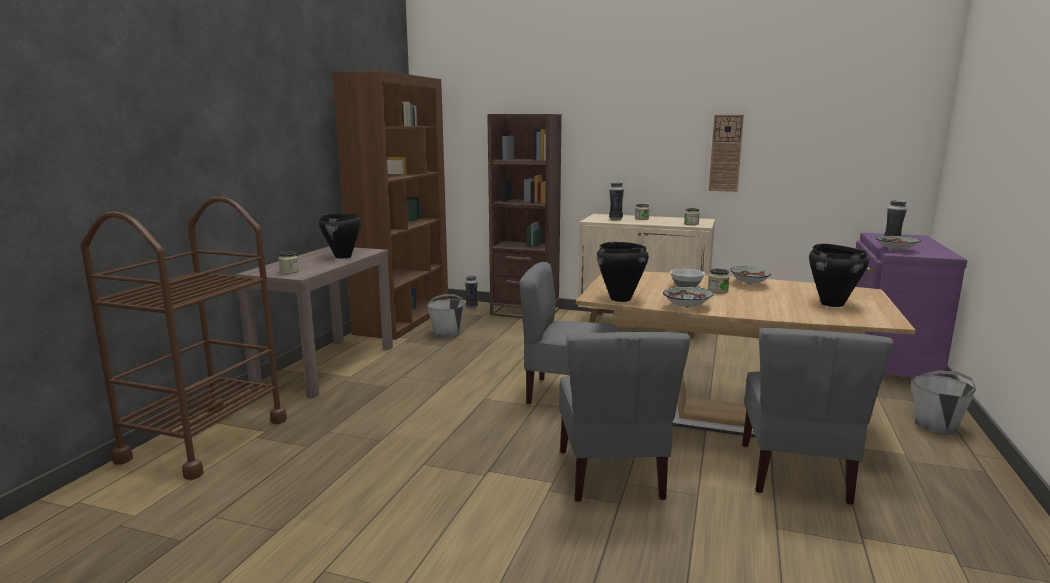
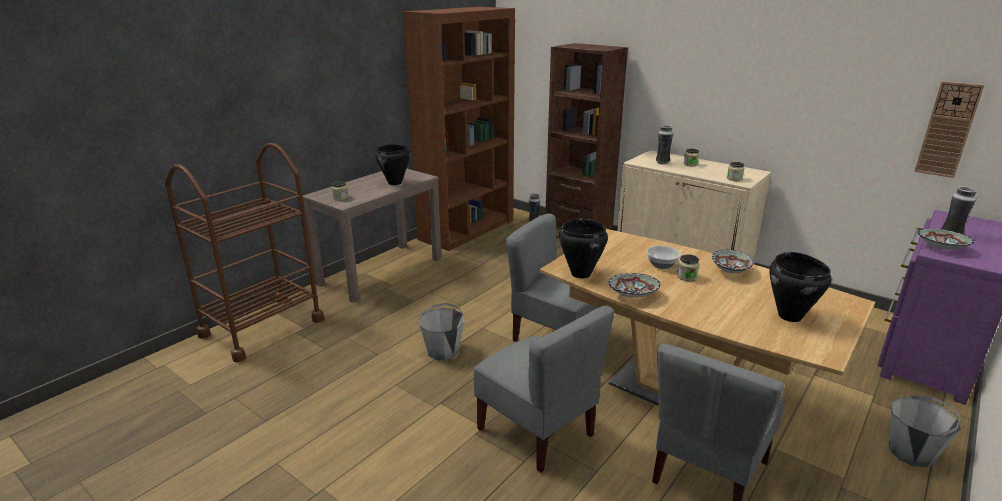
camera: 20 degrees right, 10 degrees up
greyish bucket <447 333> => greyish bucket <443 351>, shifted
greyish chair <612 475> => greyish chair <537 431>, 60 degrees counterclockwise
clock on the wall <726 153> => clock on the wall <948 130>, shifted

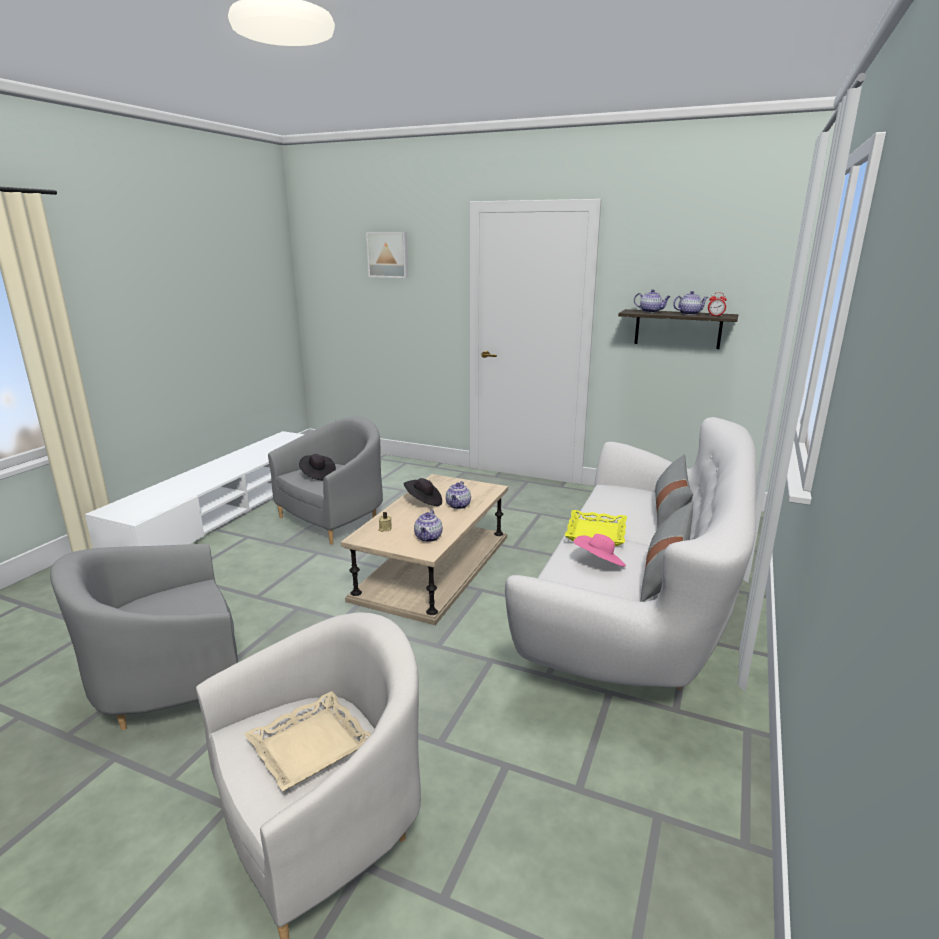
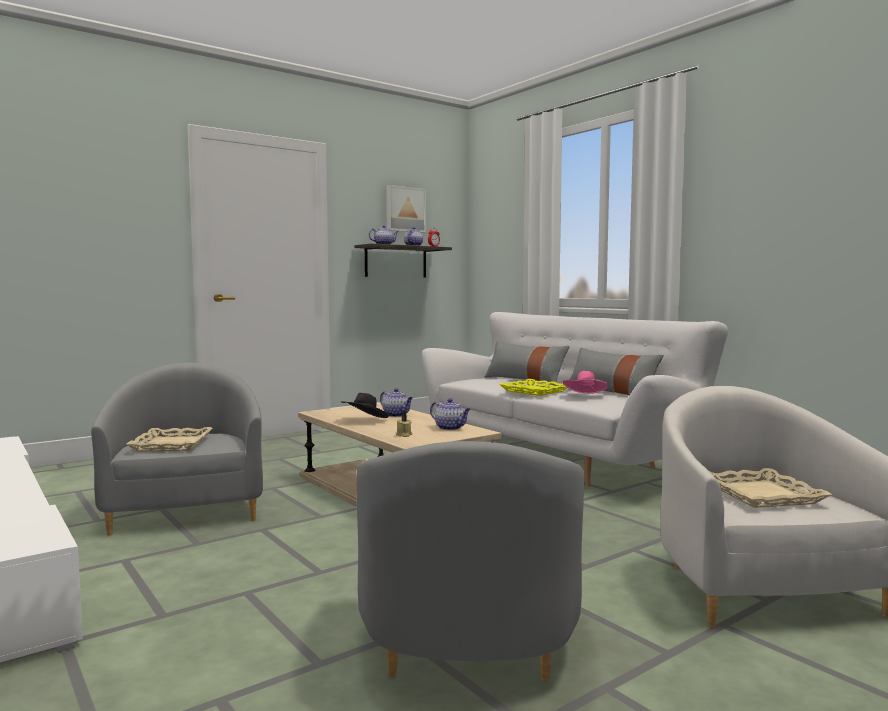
camera: 60 degrees left, 15 degrees down
black wearable hat <317 475> => beige serving tray <172 444>
picture <388 254> => picture <404 209>, shifted

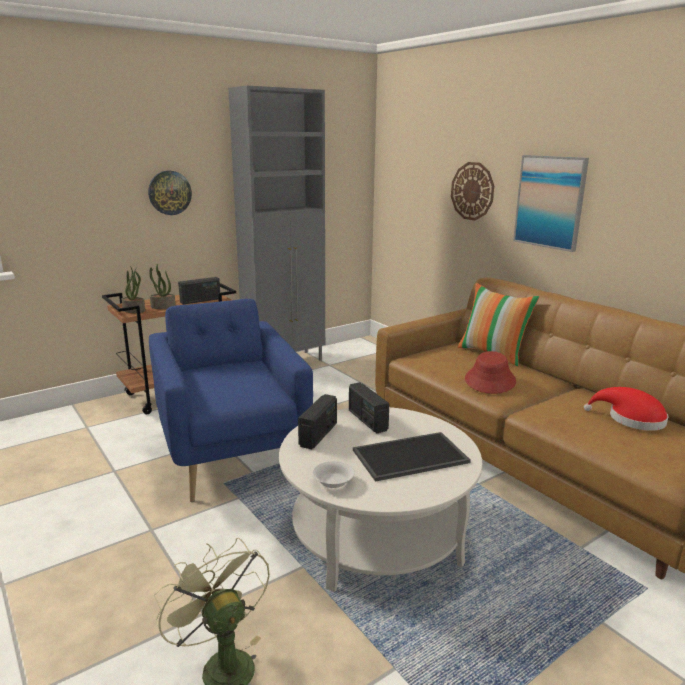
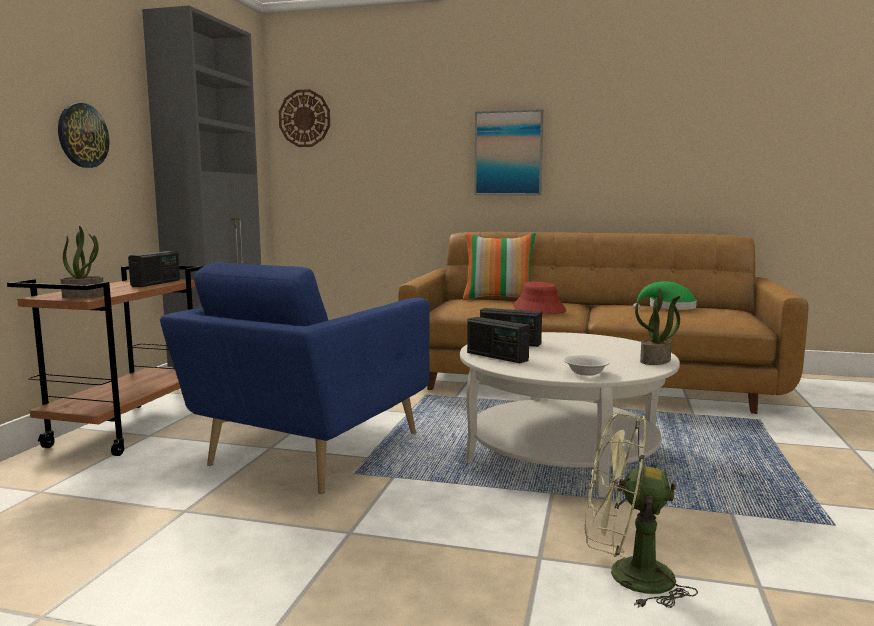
camera: 40 degrees left, 10 degrees down
blue-coloured armchair <232 452> => blue-coloured armchair <310 451>, 90 degrees counterclockwise
plant in a pot <162 307> => plant in a pot <655 361>, shifted
radio <319 434> => radio <496 357>, 150 degrees clockwise
serving tray <410 457> => nothing
clock on the wall <472 191> => clock on the wall <304 118>, shifted
red-coloured wearable hat <631 419> => green wearable hat <668 308>

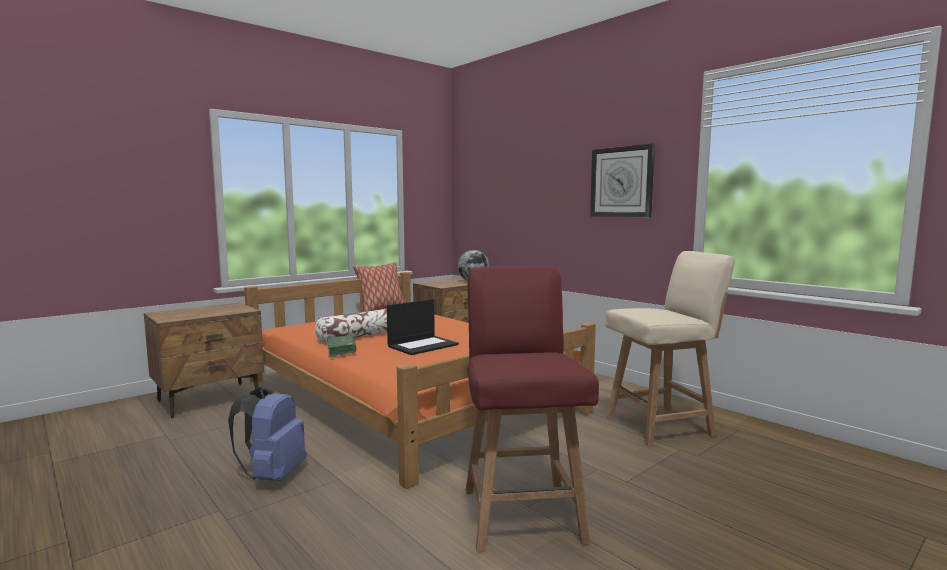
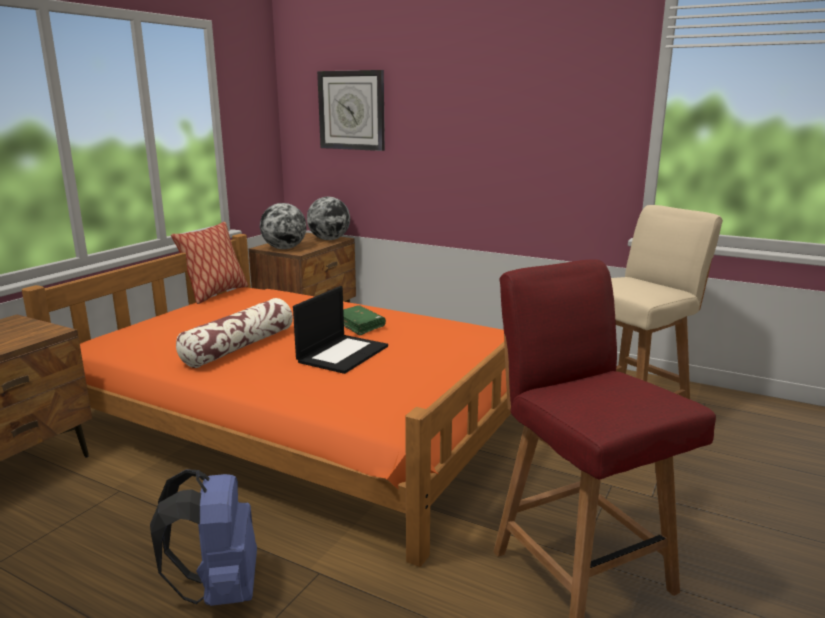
camera: 20 degrees left, 10 degrees up
green volume <341 351> => green volume <360 326>, shifted
clock on the wall <621 182> => clock on the wall <352 110>, shifted
nothing => world globe <284 248>

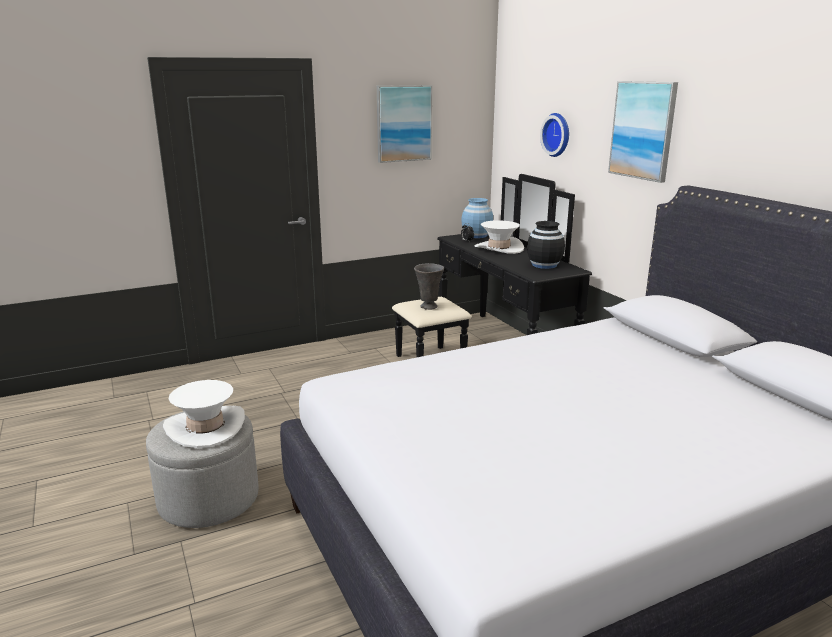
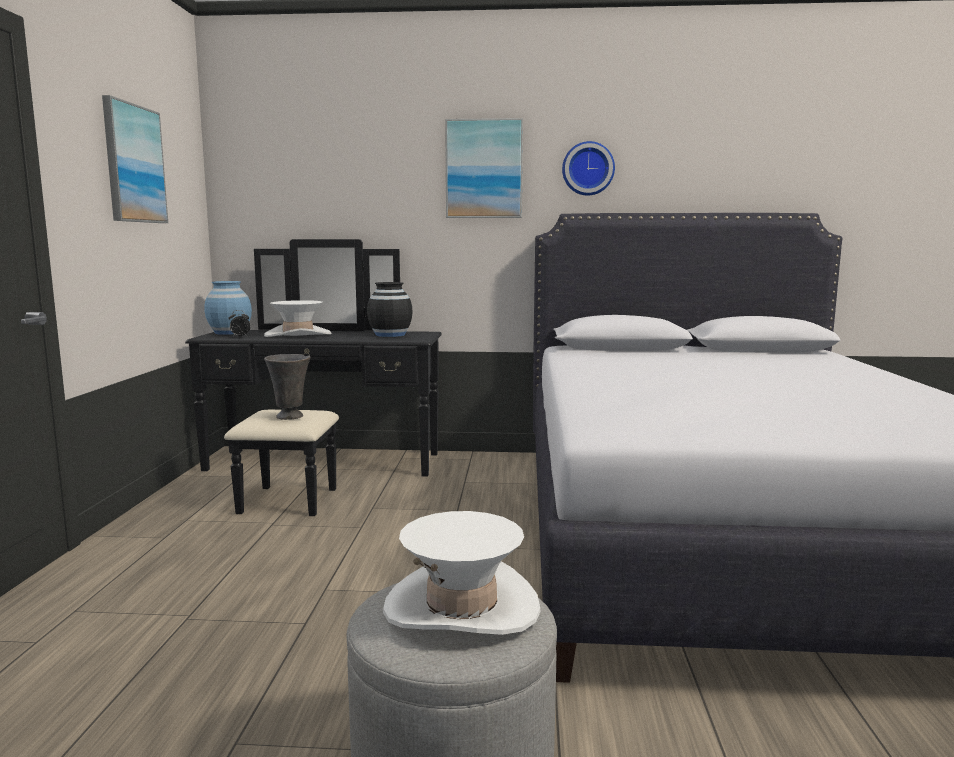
camera: 60 degrees left, 10 degrees down
clock on the wall <558 134> => clock on the wall <588 169>, shifted

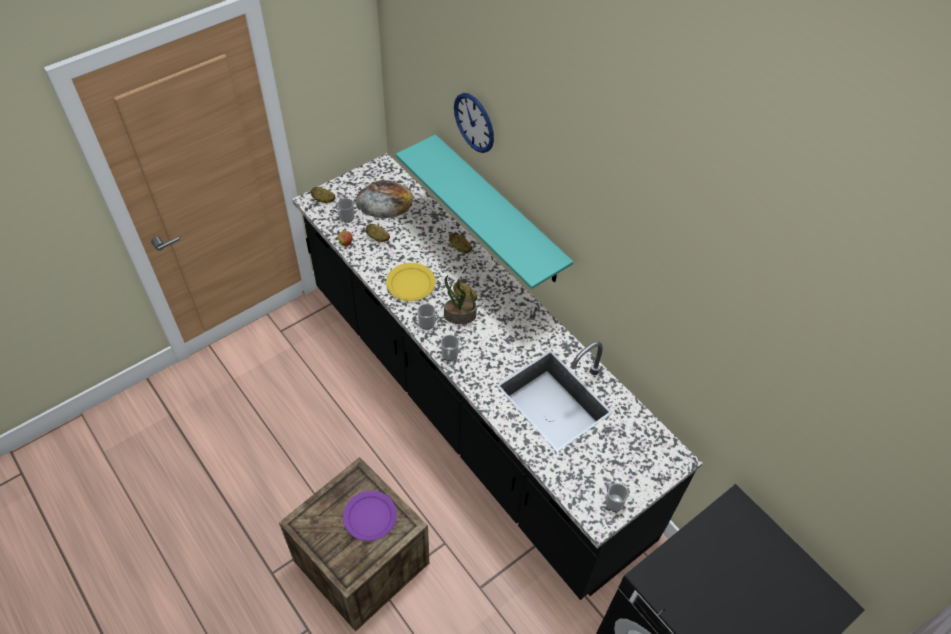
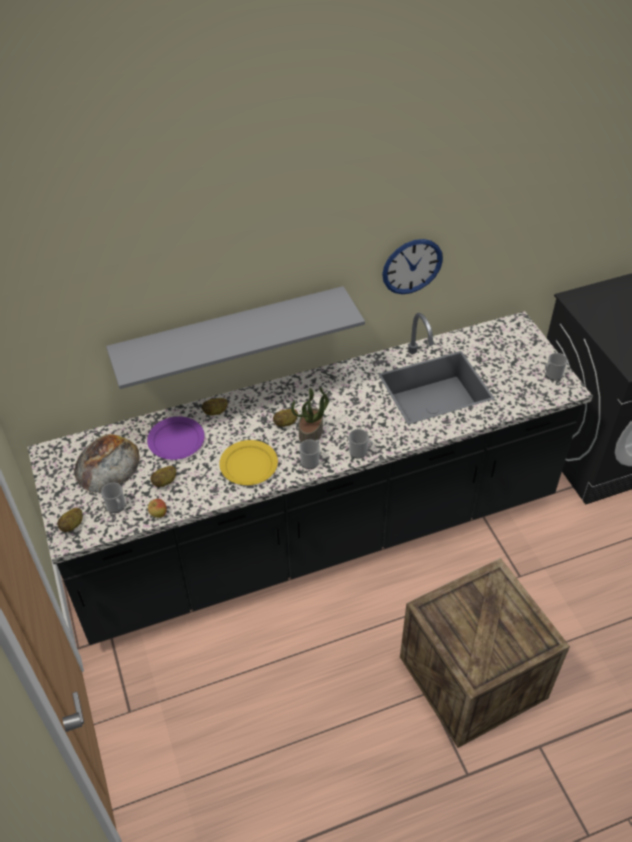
camera: 70 degrees left, 5 degrees down
purple-coloured flat dish <369 516> => purple-coloured flat dish <176 440>, shifted
turquoise bracket shelf <499 210> => greyish bracket shelf <230 334>
clock on the wall <474 122> => clock on the wall <412 266>, shifted

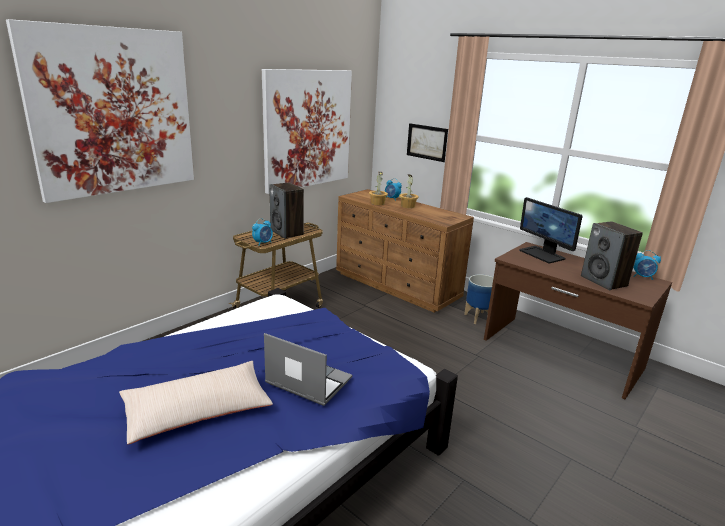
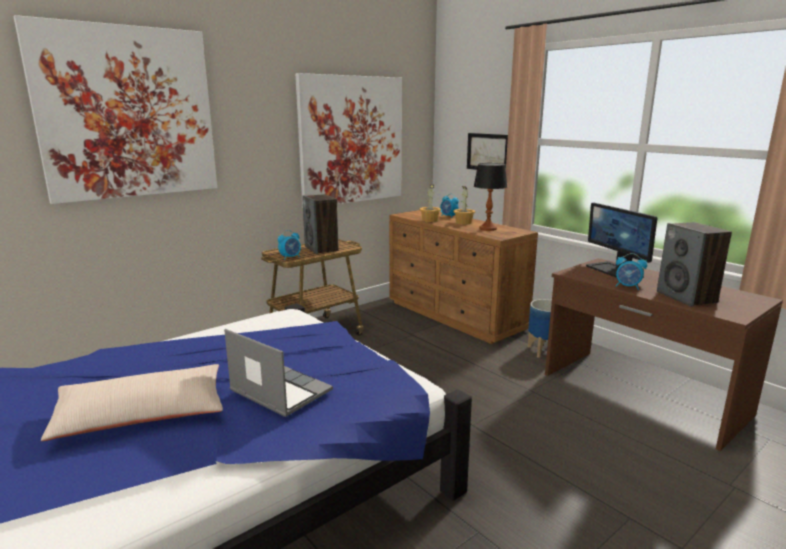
camera: 10 degrees right, 5 degrees down
bedside clock <642 277> => bedside clock <628 287>, shifted
nothing => lamp for a table <488 229>

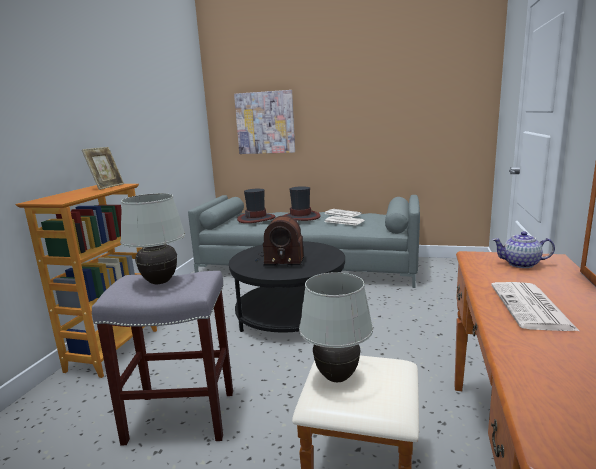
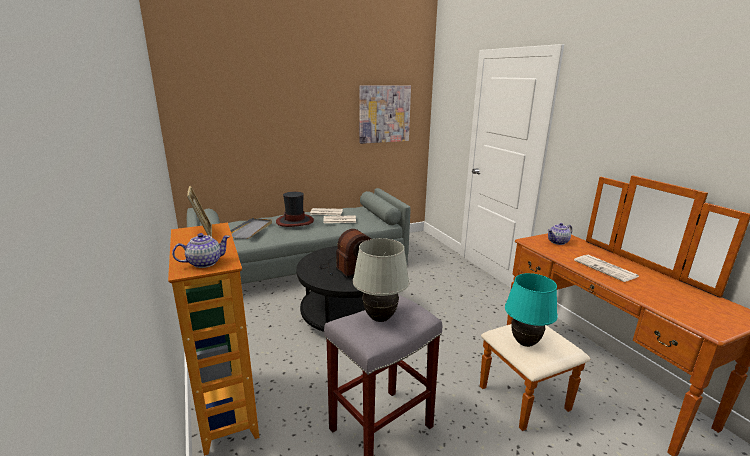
camera: 40 degrees left, 5 degrees up
picture <265 123> => picture <384 114>, shifted
wearable hat <256 218> => greyish serving tray <251 230>
white lamp for a table <336 377> => turquoise lamp for a table <524 343>
nothing => teapot <204 263>

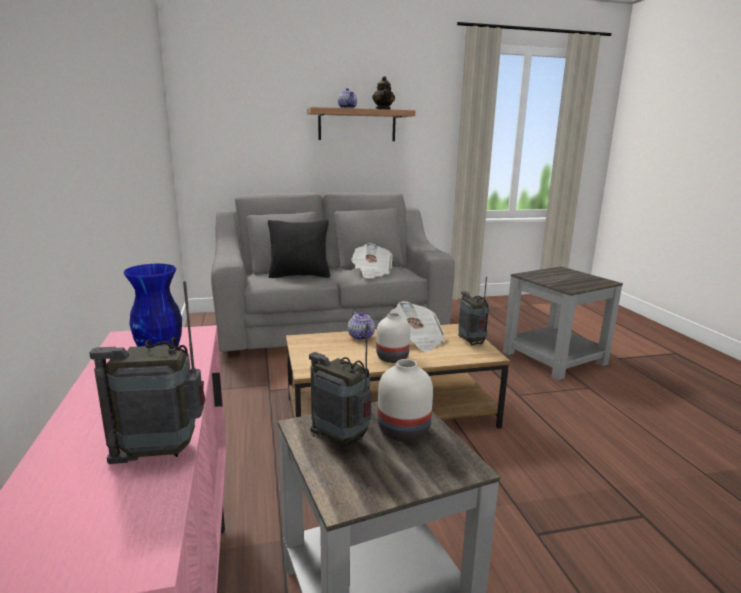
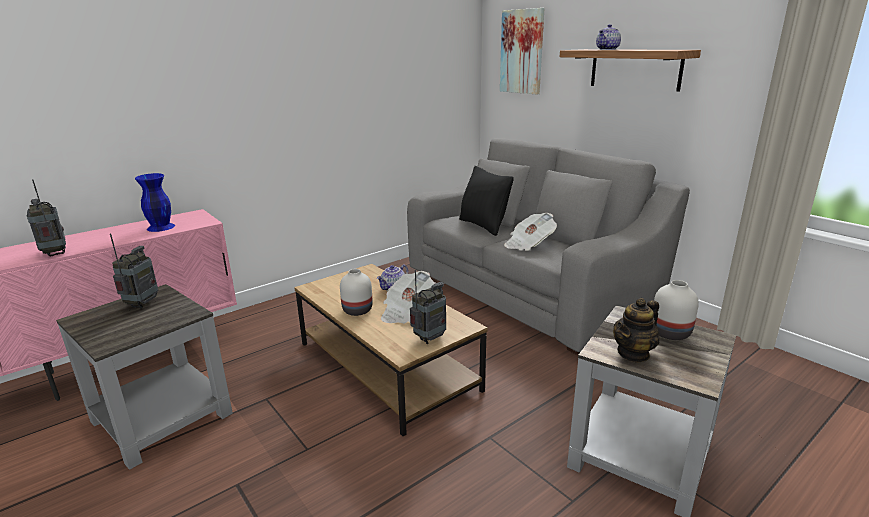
camera: 65 degrees right, 5 degrees up
teapot <383 109> => teapot <633 353>, shifted
white vase <403 430> => white vase <671 332>, shifted
nothing => picture <522 52>

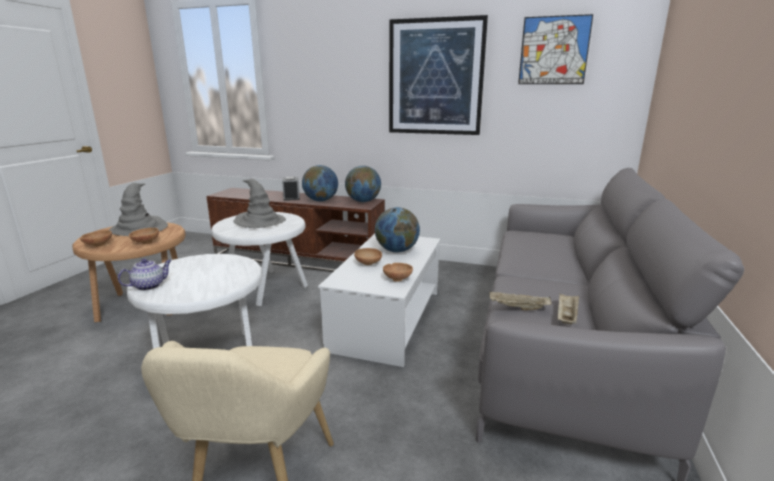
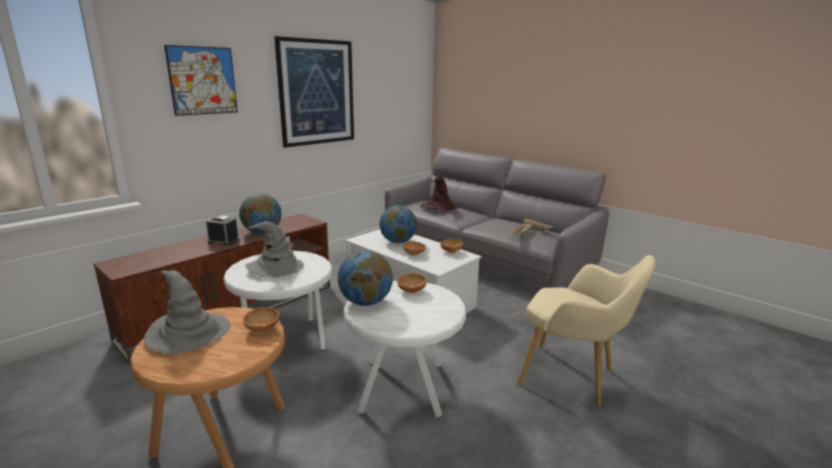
camera: 65 degrees left, 0 degrees up
brown-coloured bowl <98 245> => brown-coloured bowl <411 291>, shifted
teapot <149 286> => nothing
world globe <363 201> => world globe <365 302>, shifted
picture <554 50> => picture <203 81>, shifted
nothing => brown-coloured wearable hat <438 207>

